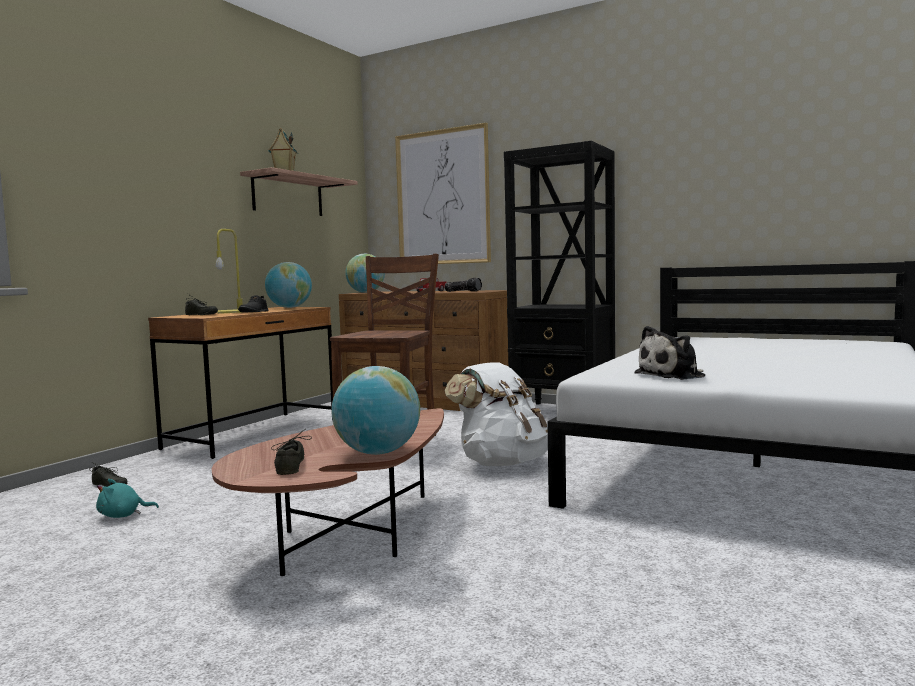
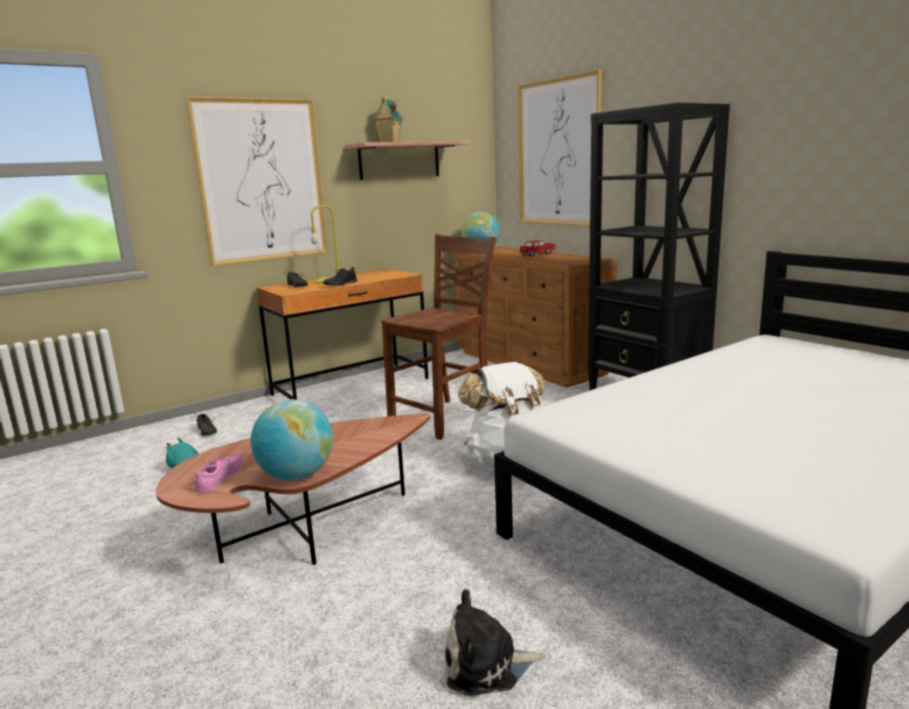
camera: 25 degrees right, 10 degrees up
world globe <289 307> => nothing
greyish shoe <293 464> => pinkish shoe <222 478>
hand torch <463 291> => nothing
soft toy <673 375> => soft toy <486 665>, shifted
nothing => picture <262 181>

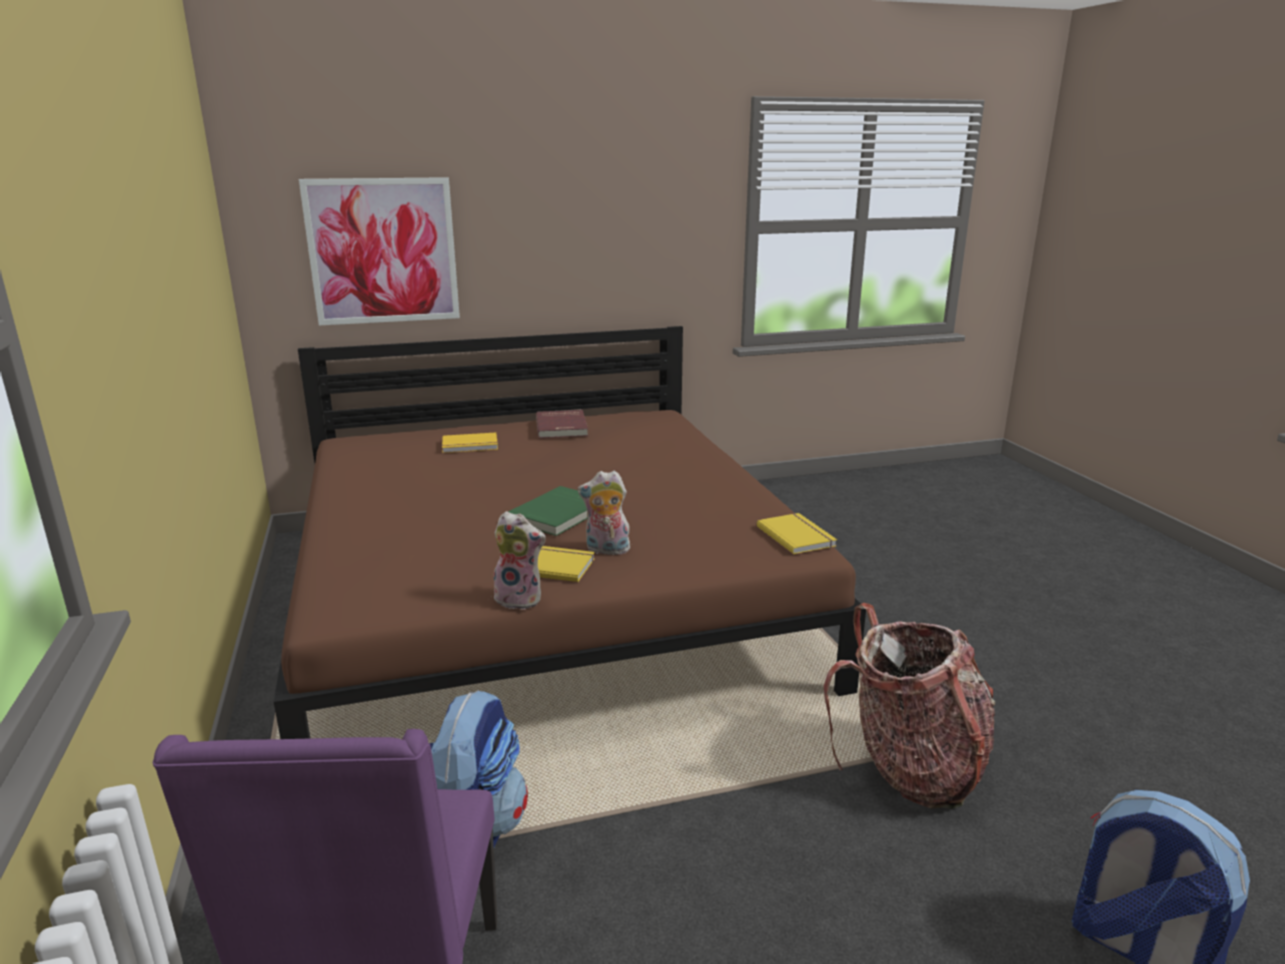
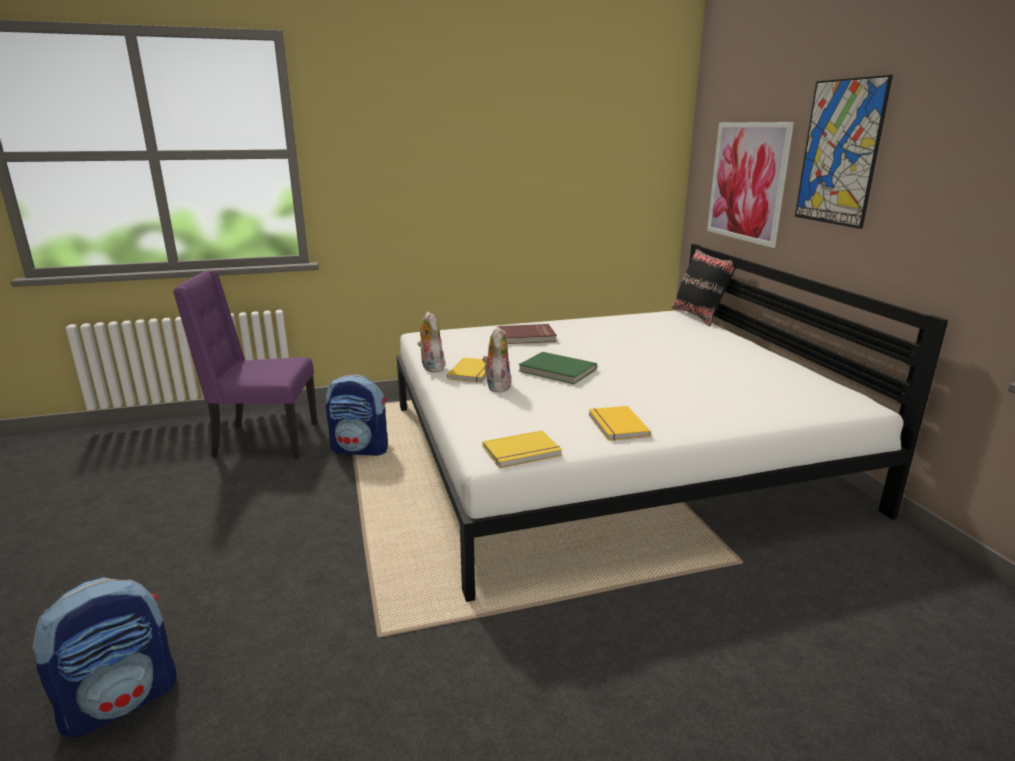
camera: 90 degrees right, 0 degrees up
brown-coloured bed <545 597> => white bed <608 454>
yellowish volume <470 446> => yellowish volume <616 426>, shifted
soft toy <521 599> => soft toy <430 367>, 135 degrees clockwise
red-coloured volume <562 427> => red-coloured volume <526 337>, shifted
knapsack <910 768> => nothing
nothing => black pillow <700 316>
nothing => picture <839 153>

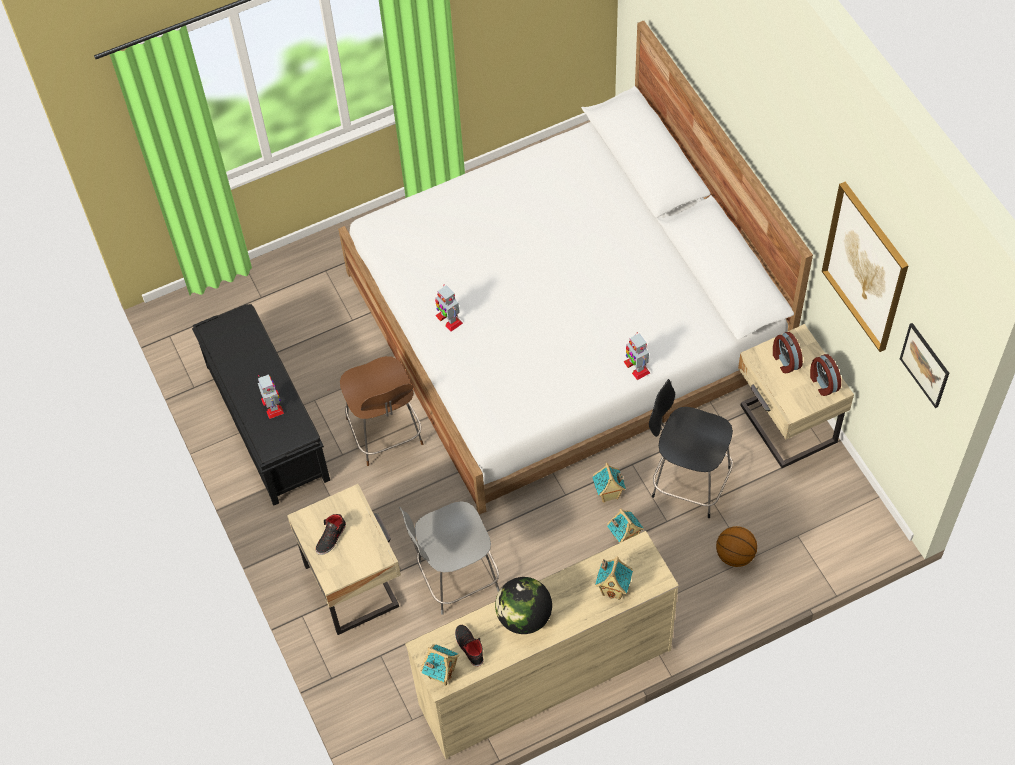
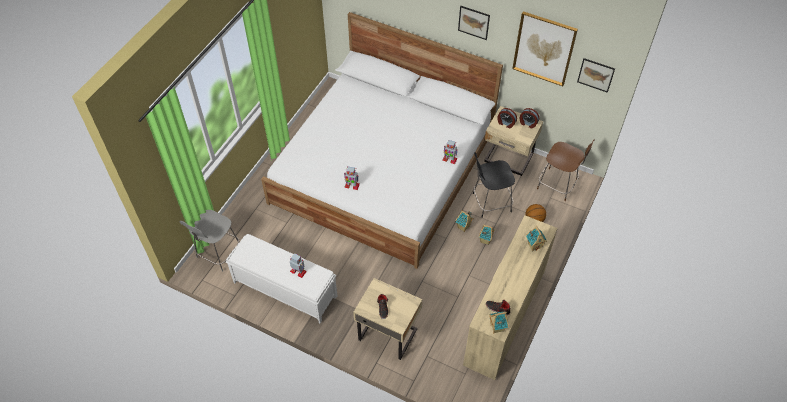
camera: 40 degrees left, 5 degrees down
black indoor bench <266 421> => white indoor bench <284 289>
brown-coloured chair <385 434> => brown-coloured chair <558 185>, shifted
greyish chair <455 577> => greyish chair <218 253>, shifted
world globe <524 617> => nothing
nothing => picture <474 22>

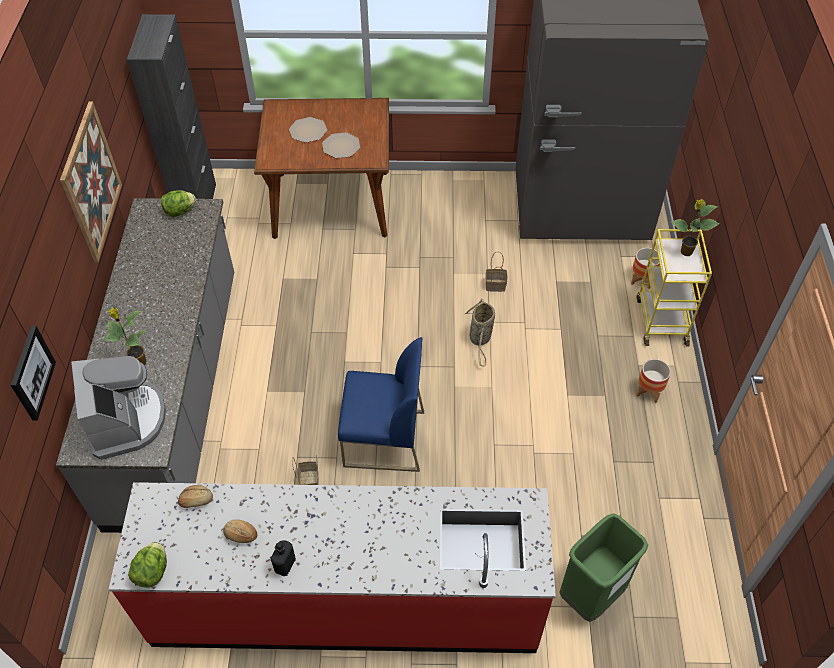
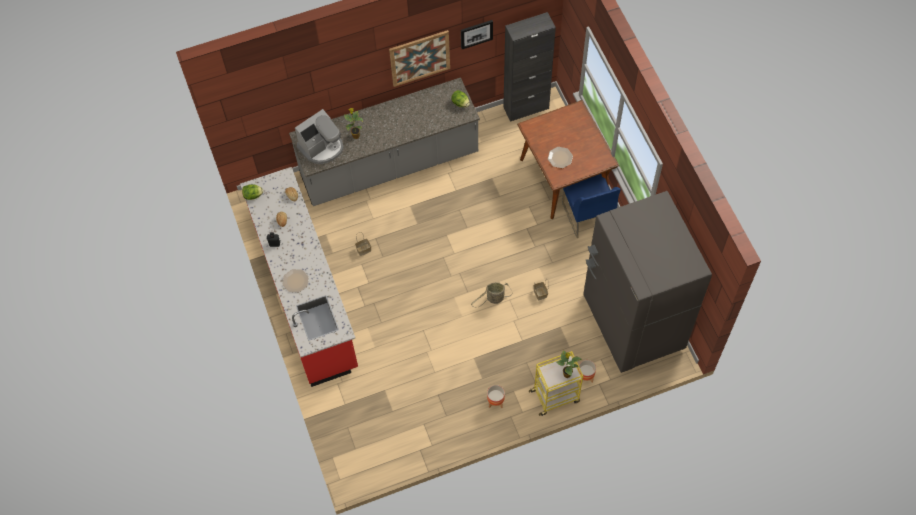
camera: 70 degrees right, 10 degrees up
picture <31 373> => picture <476 33>, shifted
flat dish <308 130> => flat dish <296 281>, shifted
blue-coloured chair <383 439> => blue-coloured chair <587 214>, shifted
green rubbish bin <591 594> => nothing

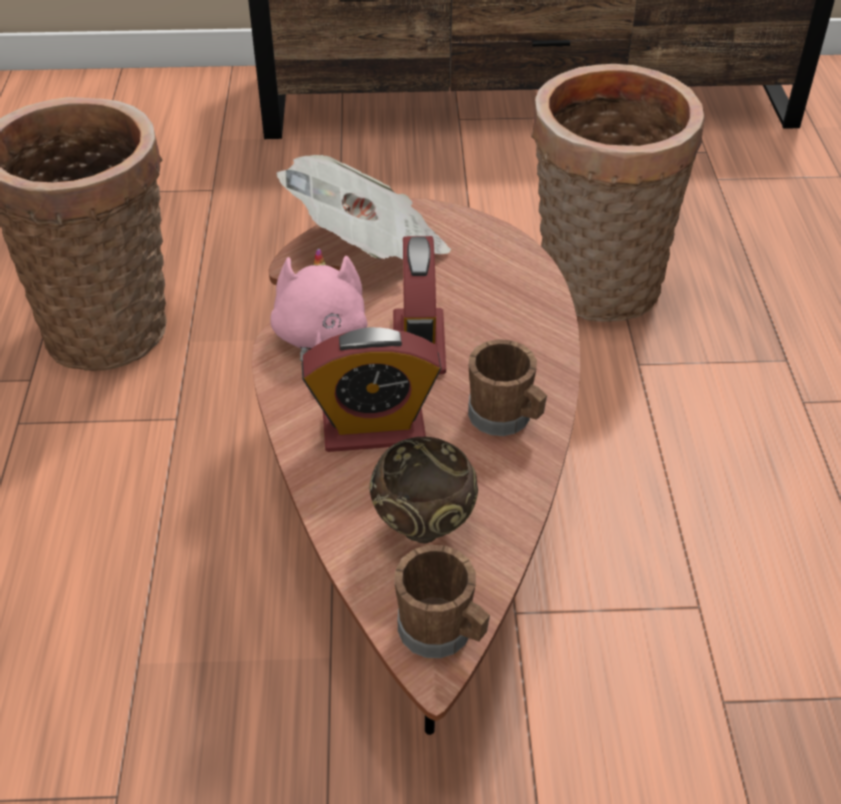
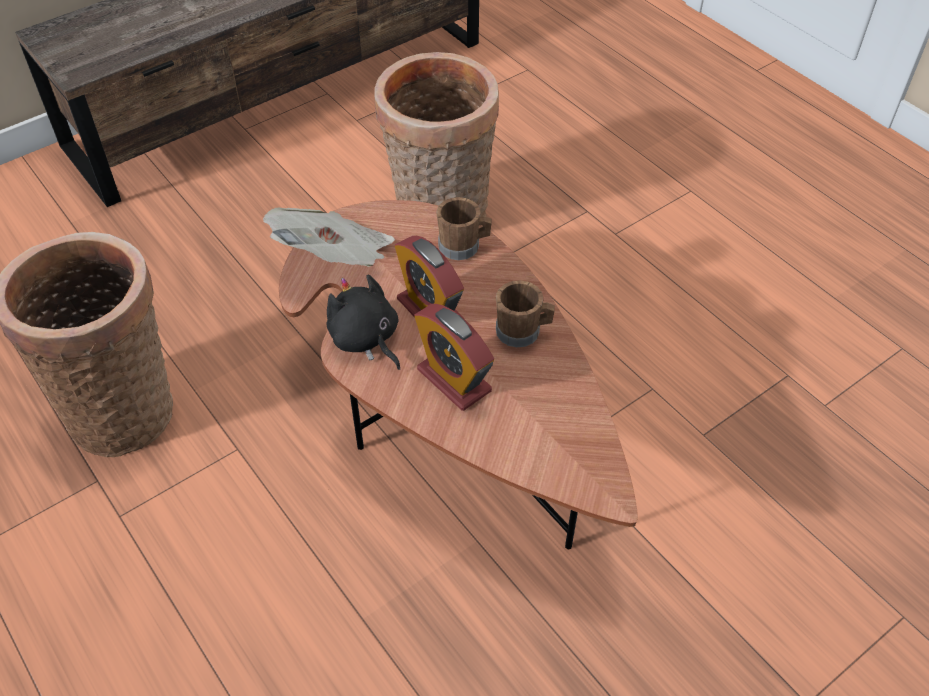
camera: 35 degrees left, 5 degrees up
pinkish soft toy <320 339> => black soft toy <365 339>
bedside clock <374 429> => bedside clock <454 380>, 90 degrees clockwise
brown-coloured bowl <425 528> => nothing
brown-coloured mug <442 632> => brown-coloured mug <464 246>, shifted

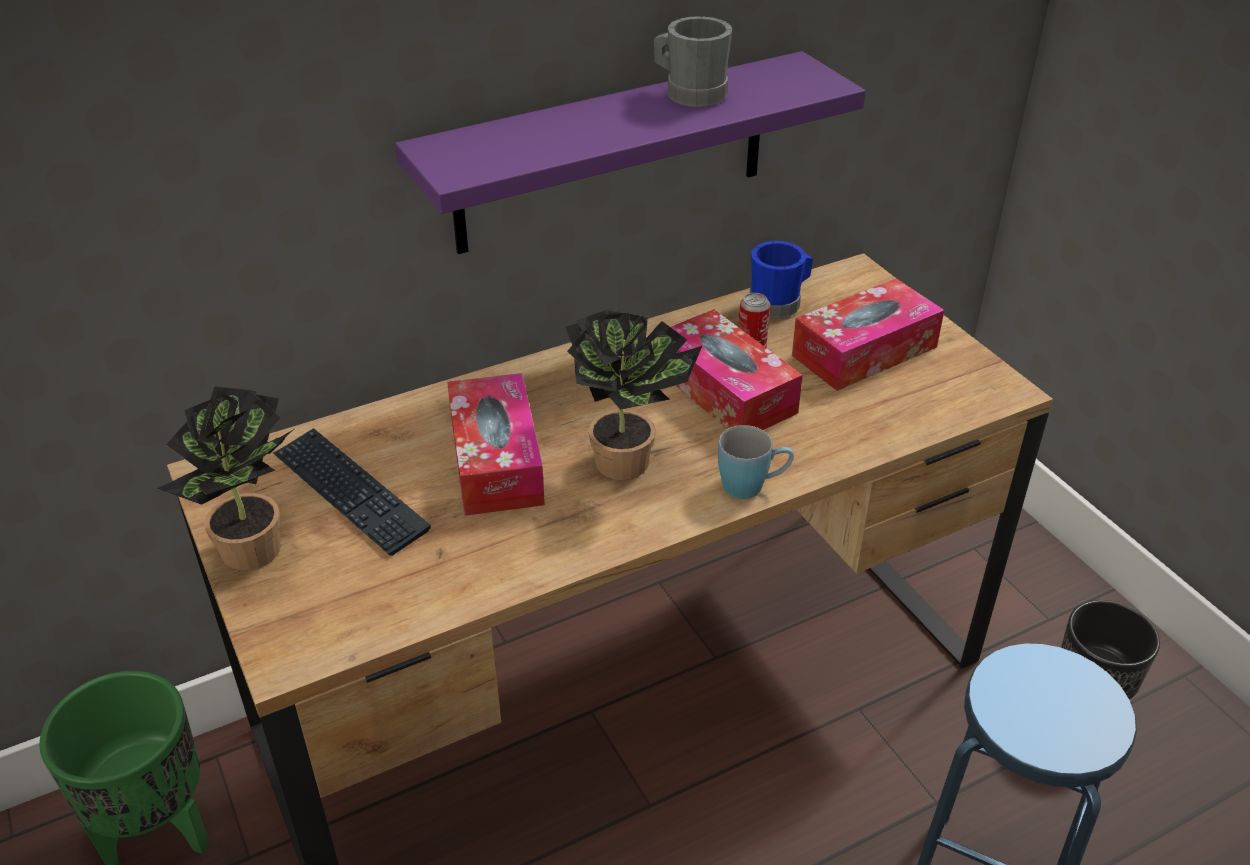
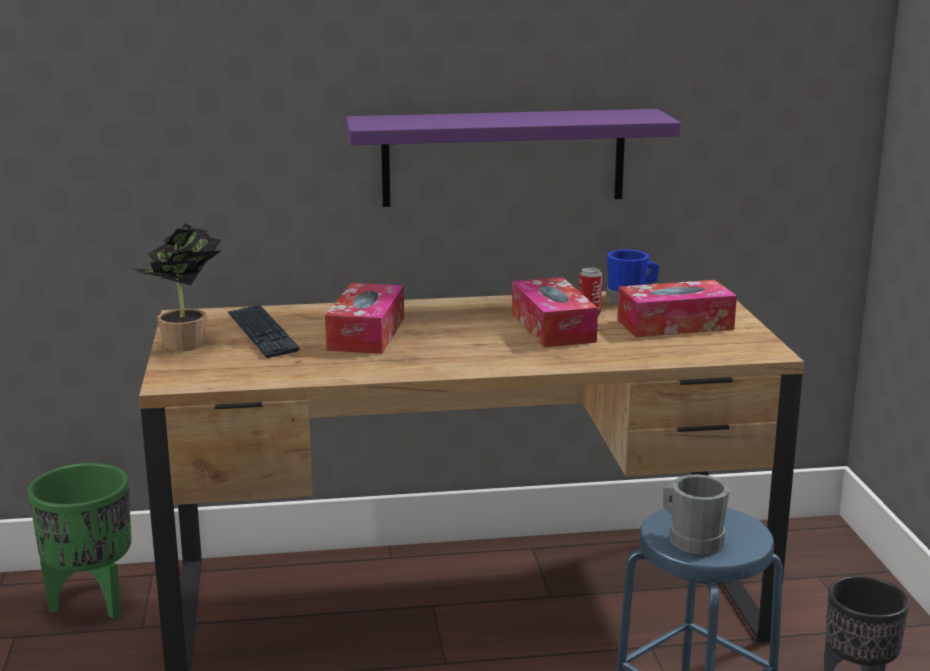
camera: 20 degrees right, 20 degrees down
plant in a pot <631 462> => nothing
greyish mug <690 93> => greyish mug <691 539>, shifted
blue-coloured mug <752 486> => nothing

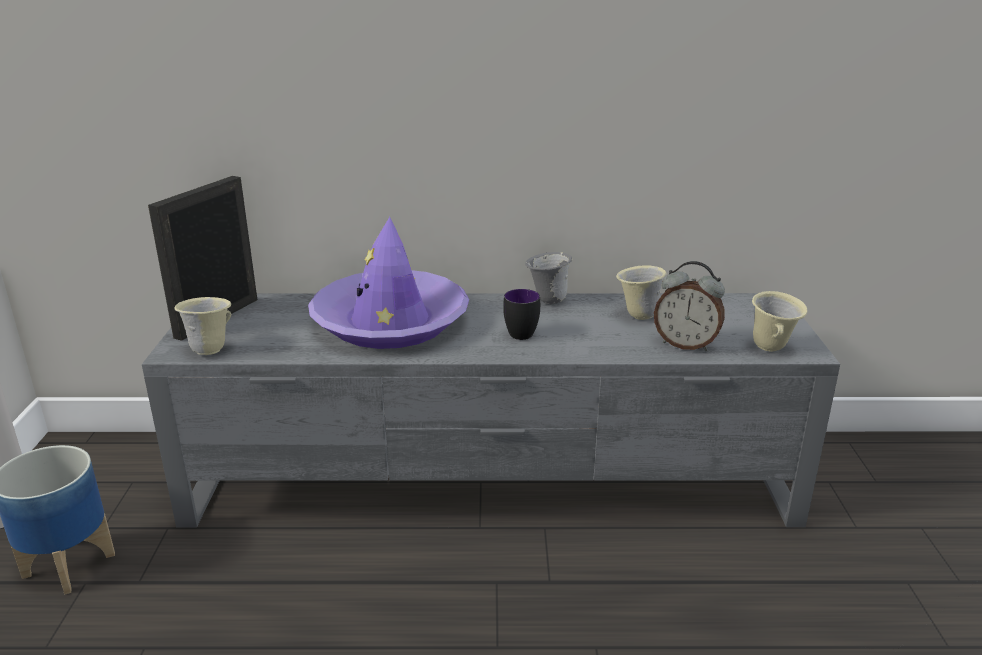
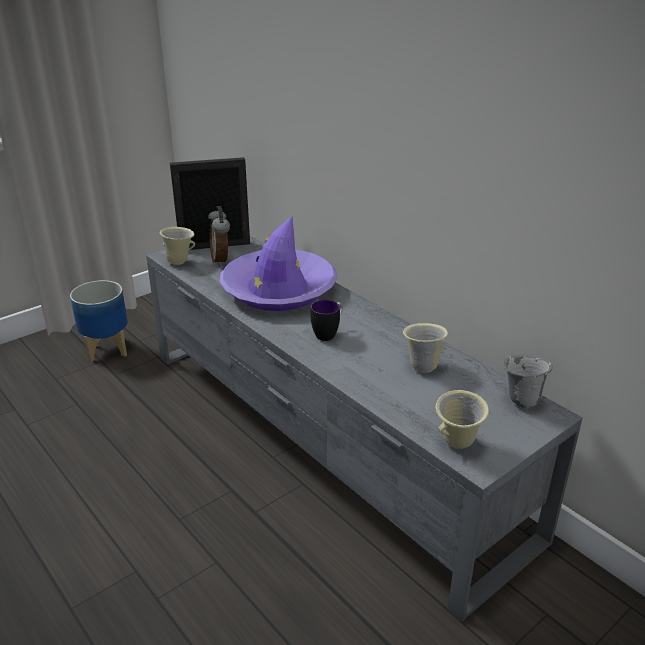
camera: 50 degrees right, 5 degrees up
greyish mug <547 301> => greyish mug <520 400>, shifted
bedside clock <685 344> => bedside clock <221 260>, shifted

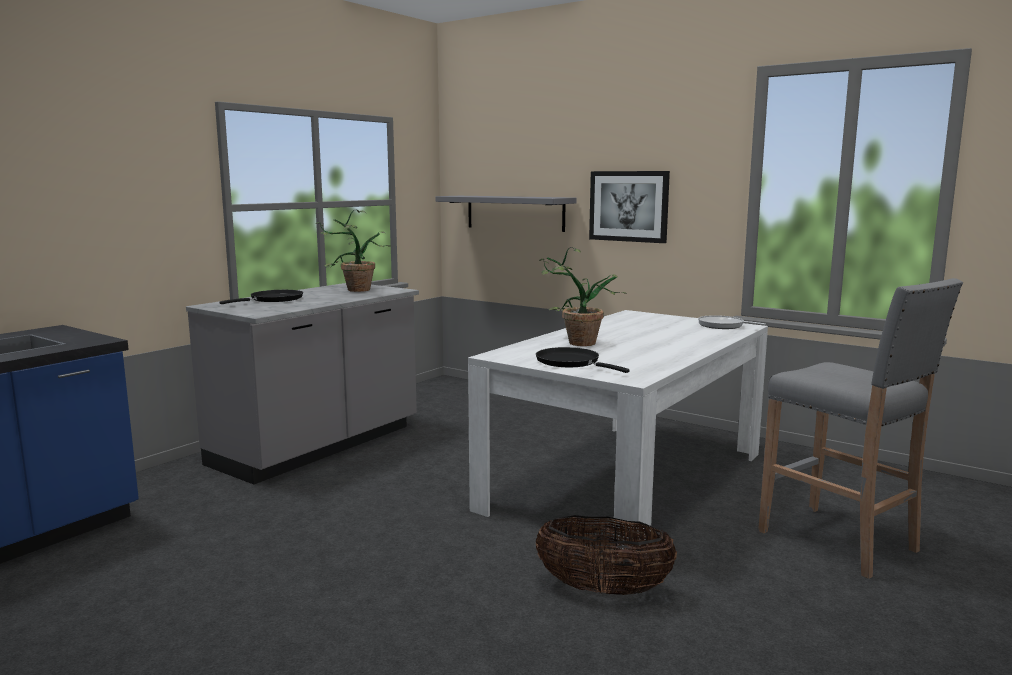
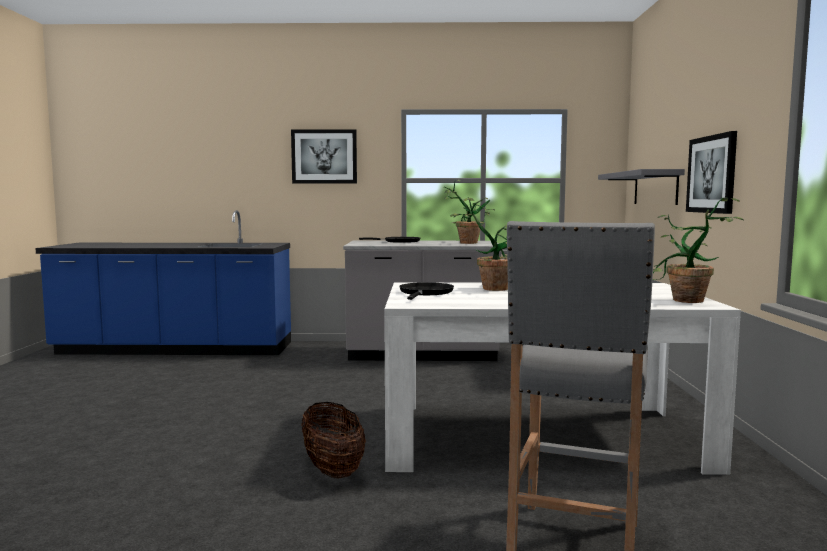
camera: 55 degrees right, 5 degrees down
pan <723 326> => plant in a pot <686 301>
nothing => picture <324 156>

